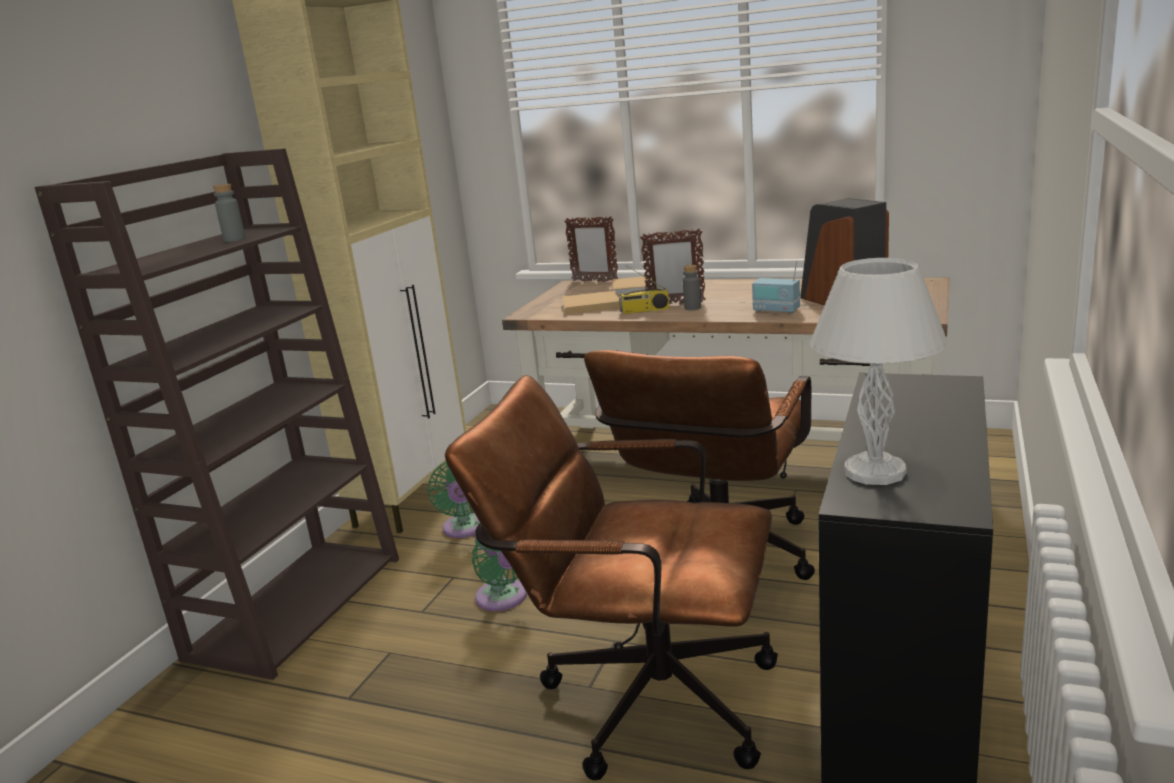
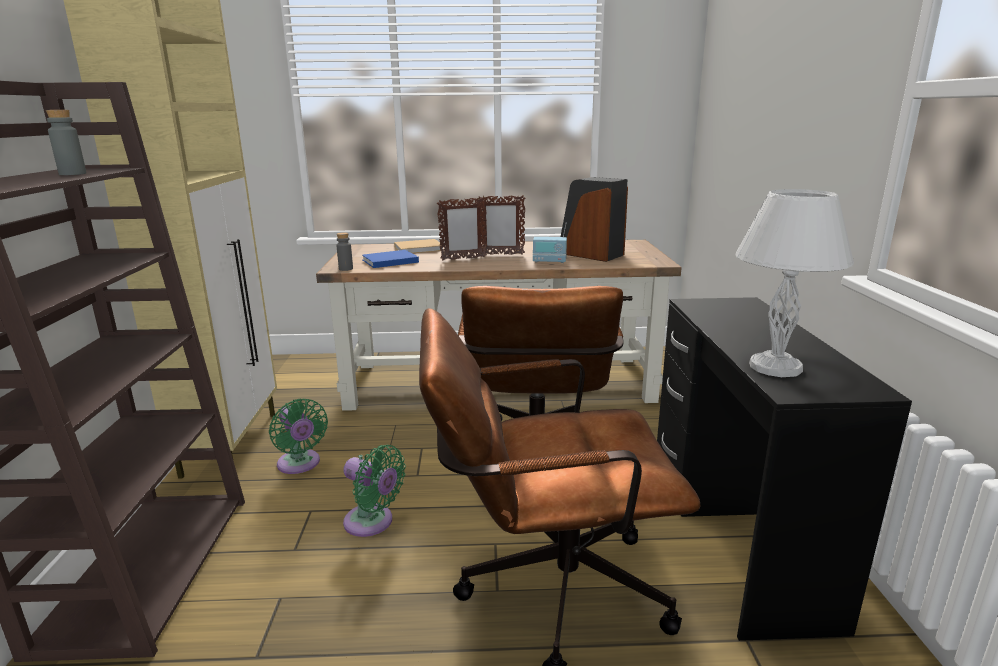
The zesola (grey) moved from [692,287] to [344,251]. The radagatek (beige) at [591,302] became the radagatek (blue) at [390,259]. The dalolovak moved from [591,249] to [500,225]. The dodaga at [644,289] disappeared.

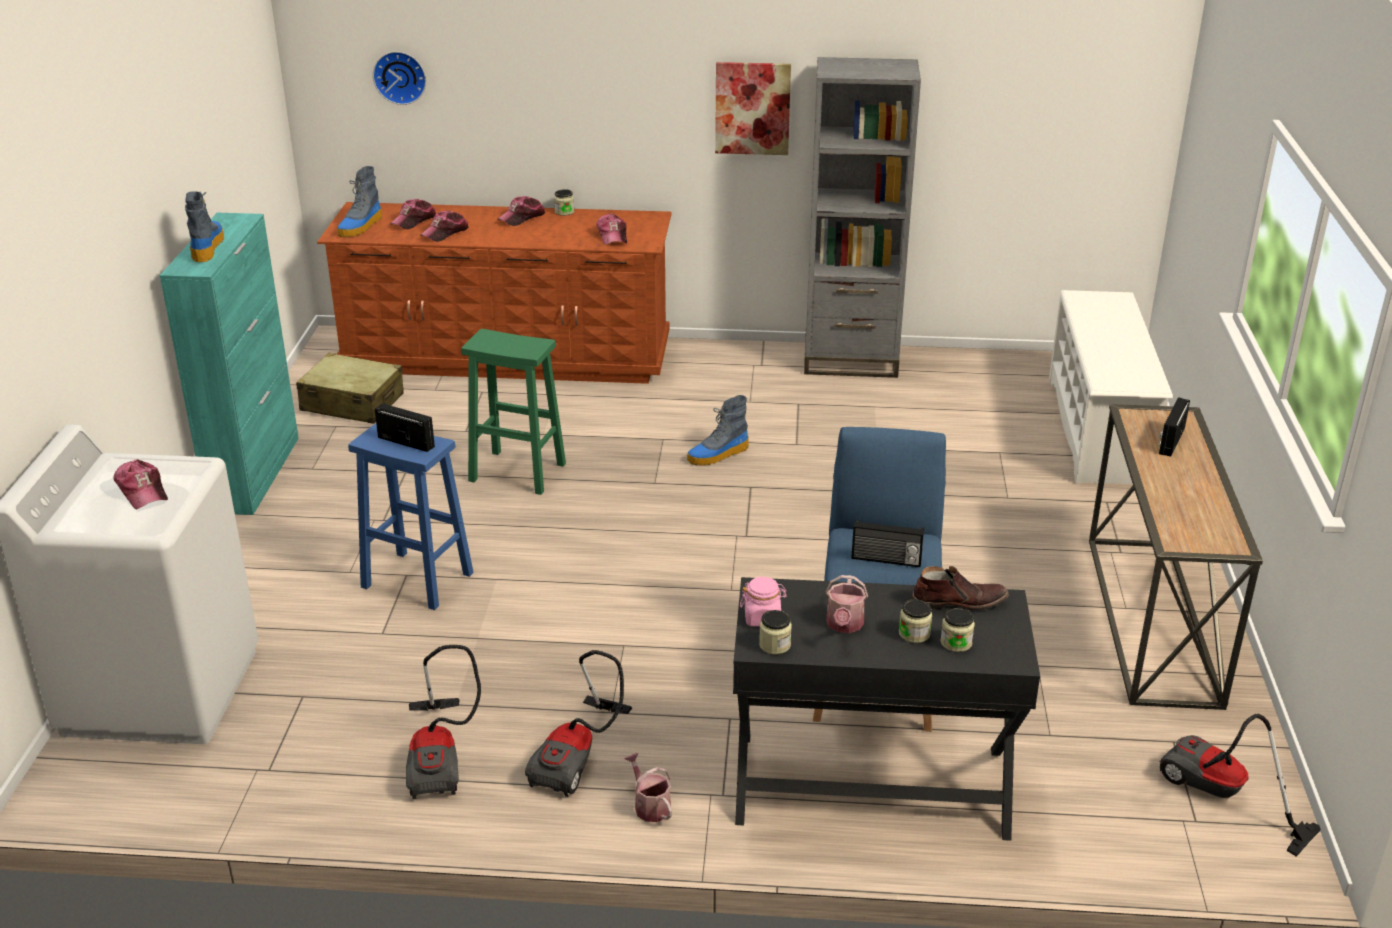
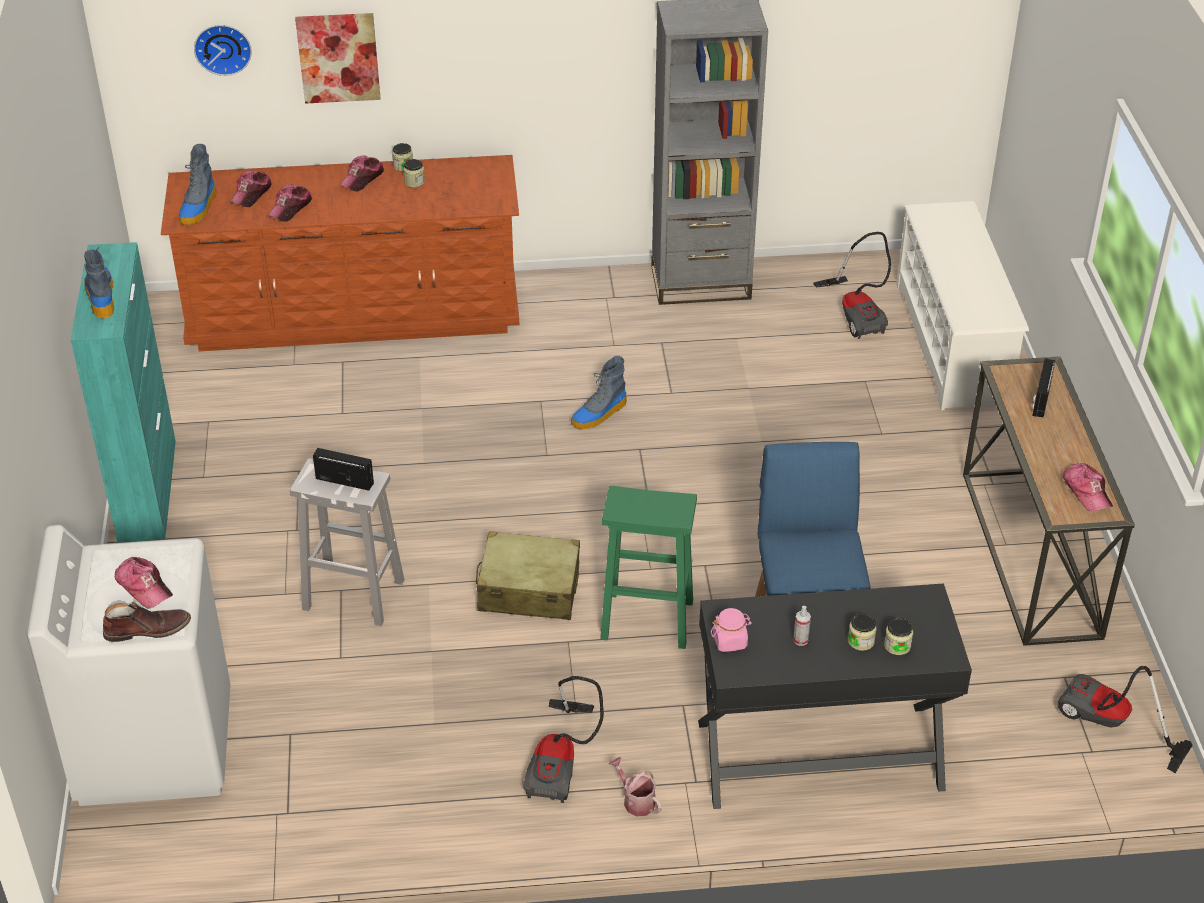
The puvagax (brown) moved from [960,588] to [147,622]. The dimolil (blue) at [411,516] became the dimolil (white) at [347,542]. The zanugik moved from [753,108] to [337,58]. The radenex moved from [775,632] to [414,173]. The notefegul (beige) moved from [350,388] to [528,575]. The dimolil (green) moved from [513,412] to [648,567]. The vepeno at [846,604] was replaced by the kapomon at [802,626]. The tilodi moved from [443,722] to [852,285]. The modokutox moved from [611,229] to [1088,487]. The dodaga at [887,543] disappeared.

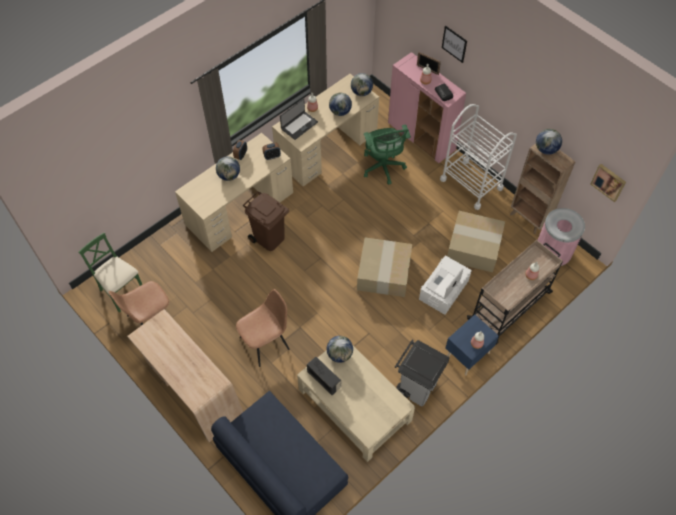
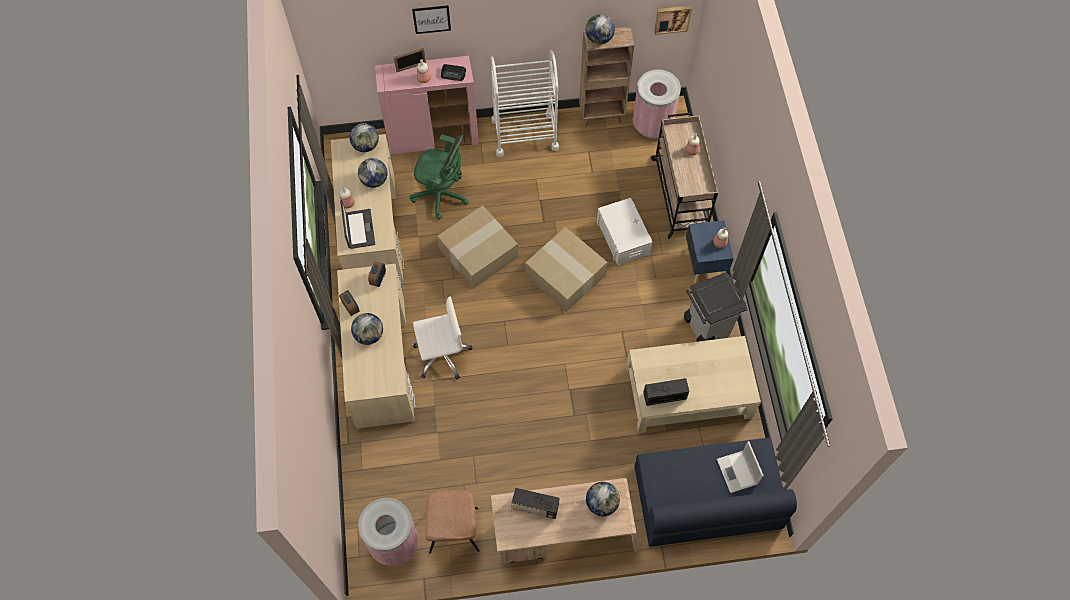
The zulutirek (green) at [110,273] was replaced by the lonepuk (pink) at [388,532]. The lonepuk (brown) at [266,221] was replaced by the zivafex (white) at [442,337]. The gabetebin moved from [476,242] to [477,247]. The dodaga at [535,503] appeared. The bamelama moved from [340,349] to [603,499]. The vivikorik moved from [444,283] to [740,467]. The zulutirek (brown) at [262,328] disappeared.

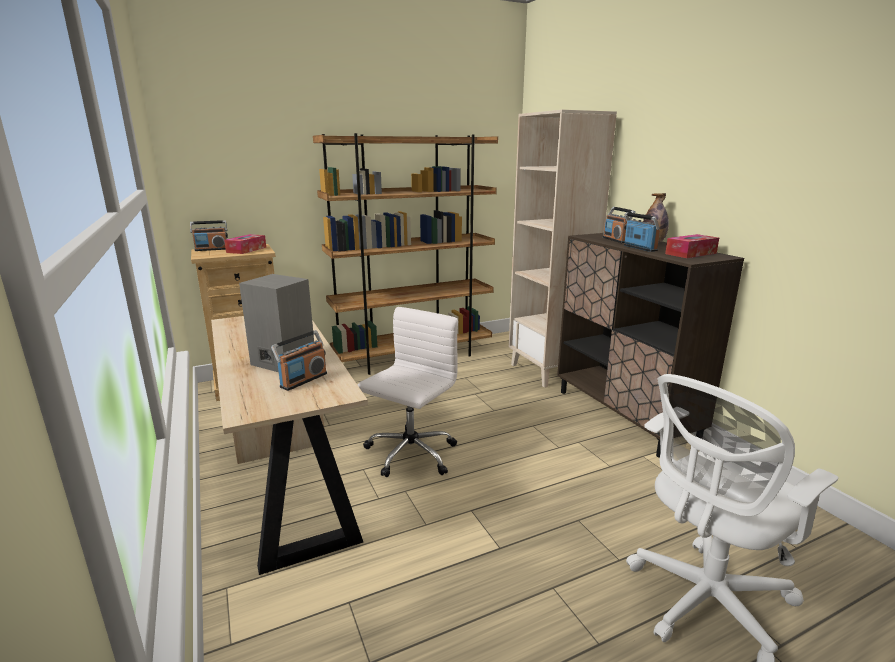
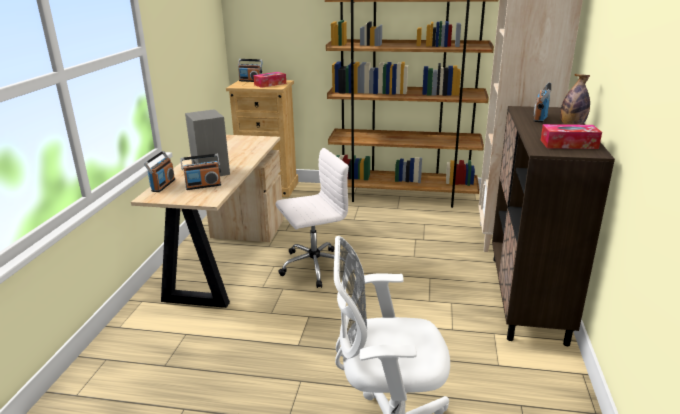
The dodaga moved from [642,232] to [159,171].

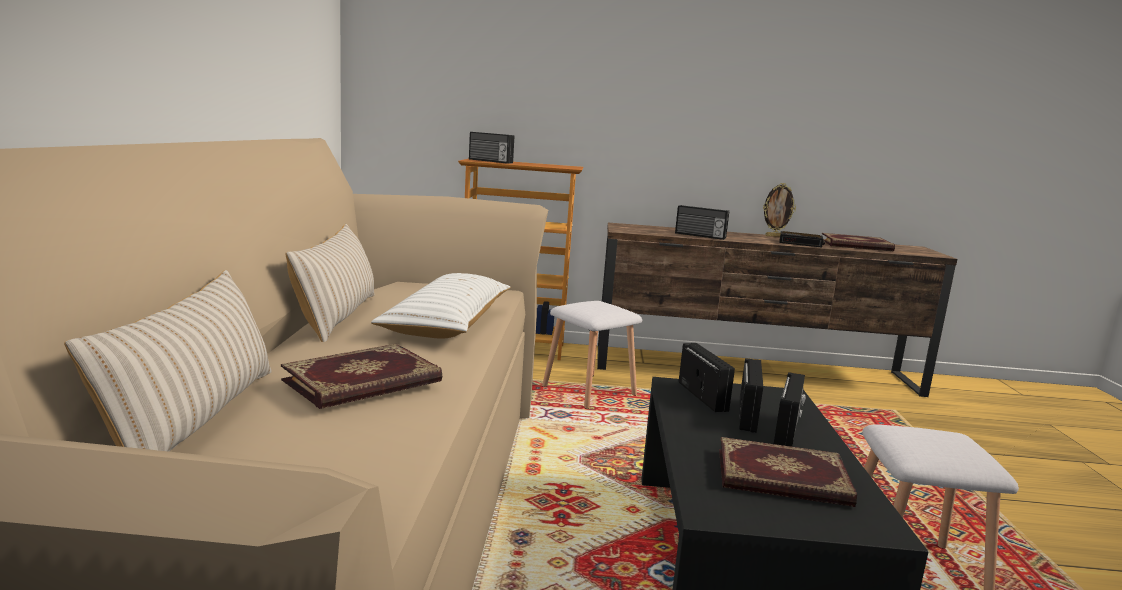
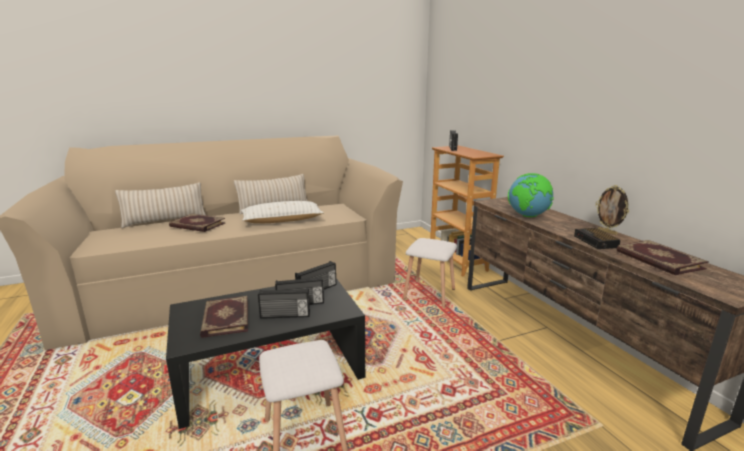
The dodaga at [702,222] was replaced by the bamelama at [531,195].

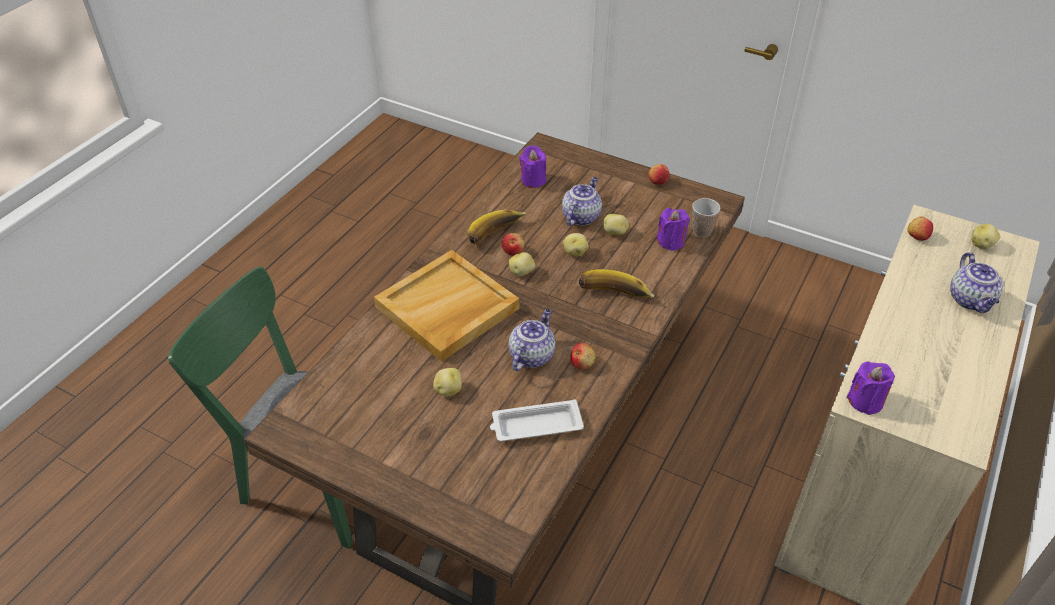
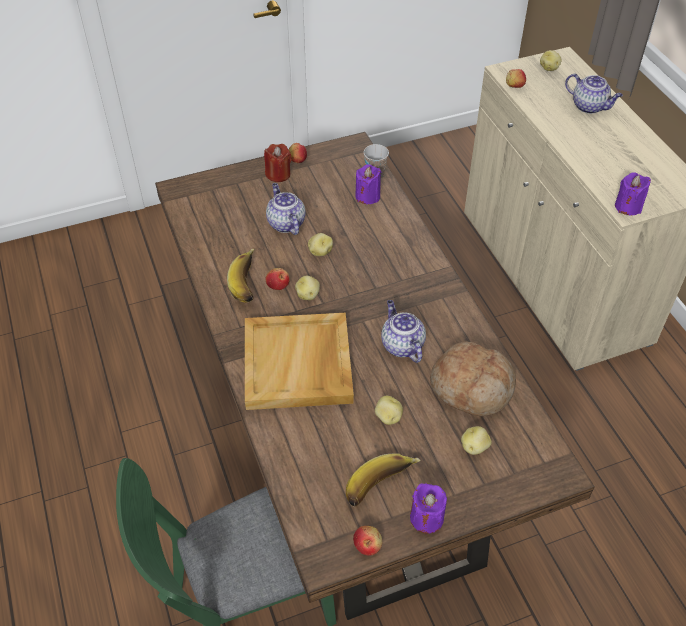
The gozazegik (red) at [278,163] appeared. The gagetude moved from [616,283] to [383,480]. The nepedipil moved from [583,356] to [367,541]. The gozazegik (purple) moved from [532,167] to [428,508]. The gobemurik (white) at [537,420] was replaced by the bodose at [473,379]. The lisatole moved from [616,224] to [476,440].

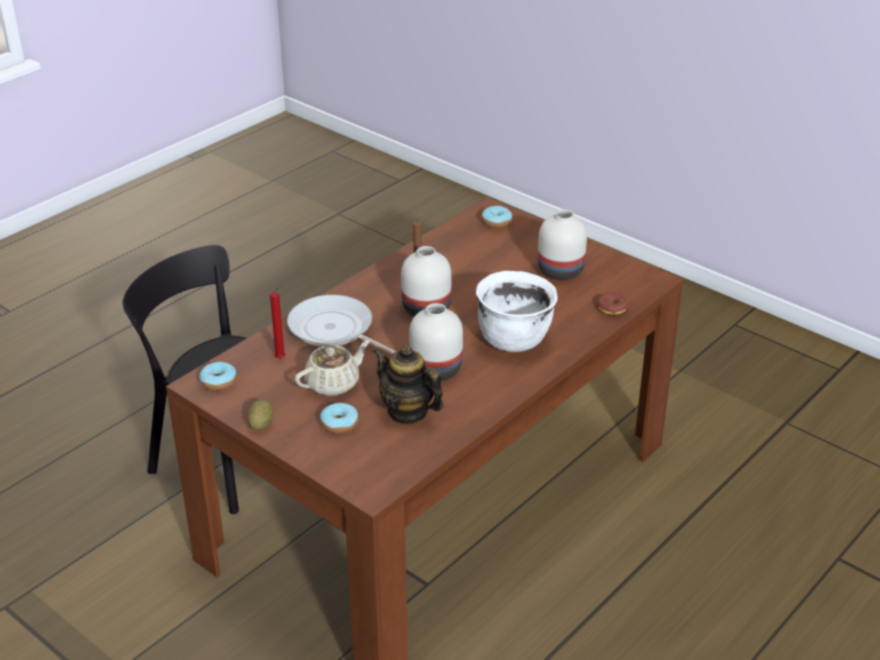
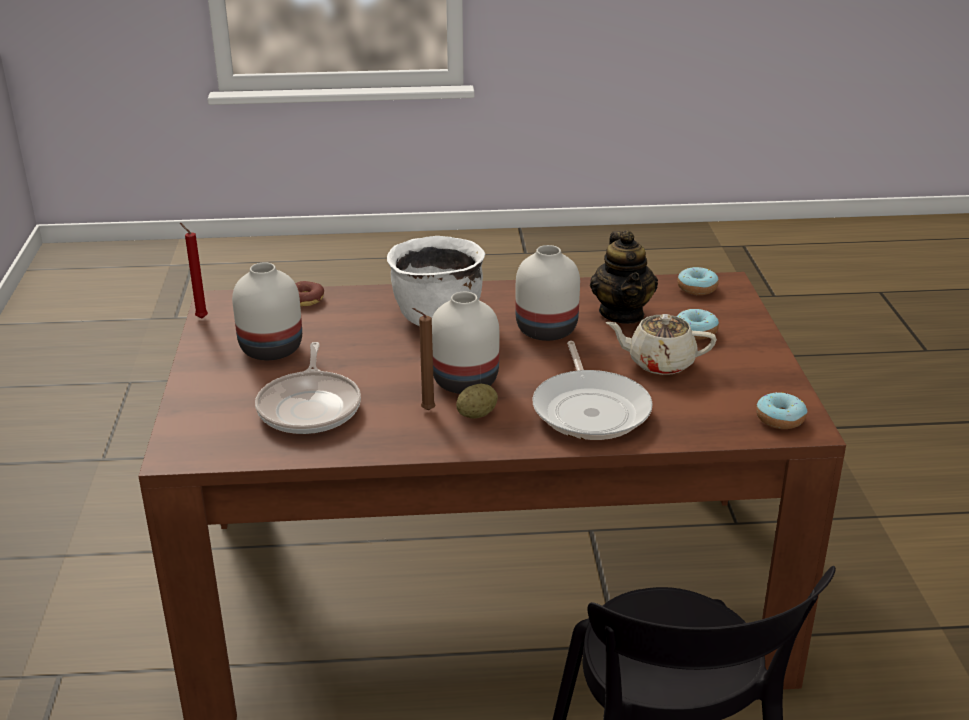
The gozazegik (red) moved from [277,322] to [194,270]. The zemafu at [308,388] appeared. The lisatole moved from [260,415] to [477,401]. The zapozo moved from [497,216] to [698,281].

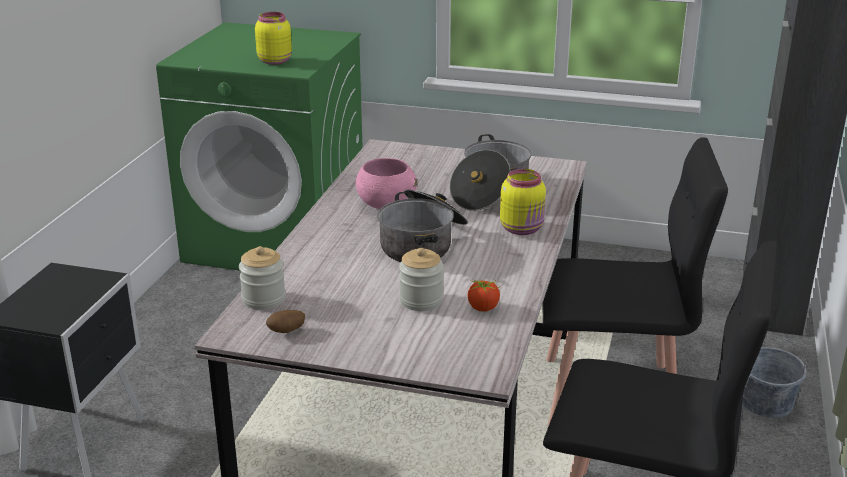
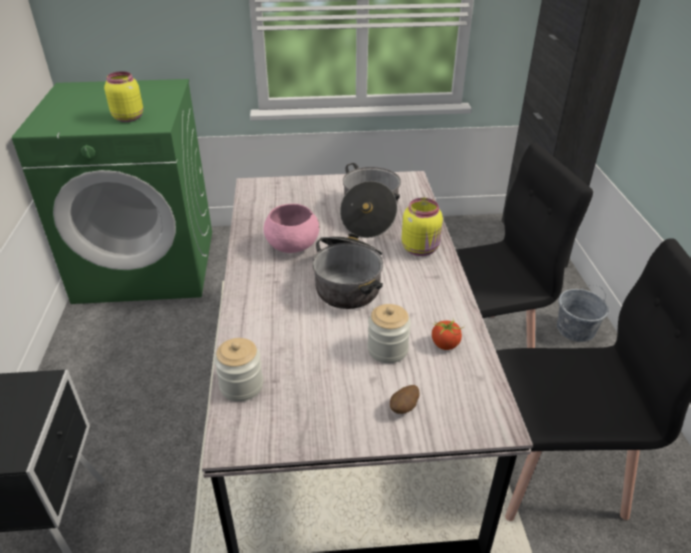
The lisatole moved from [285,321] to [405,399].

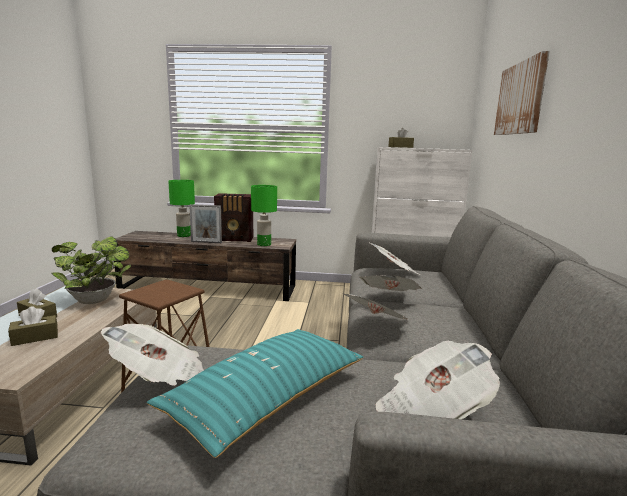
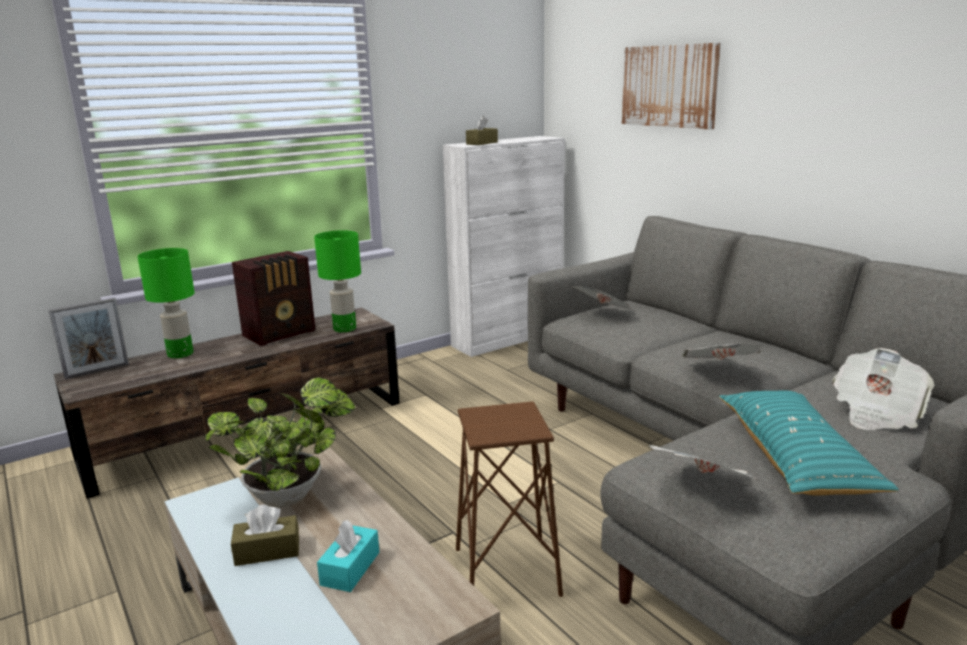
The dalolovak moved from [205,223] to [89,338]. The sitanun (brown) at [33,326] became the sitanun (turquoise) at [348,556]. The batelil at [390,283] disappeared.

